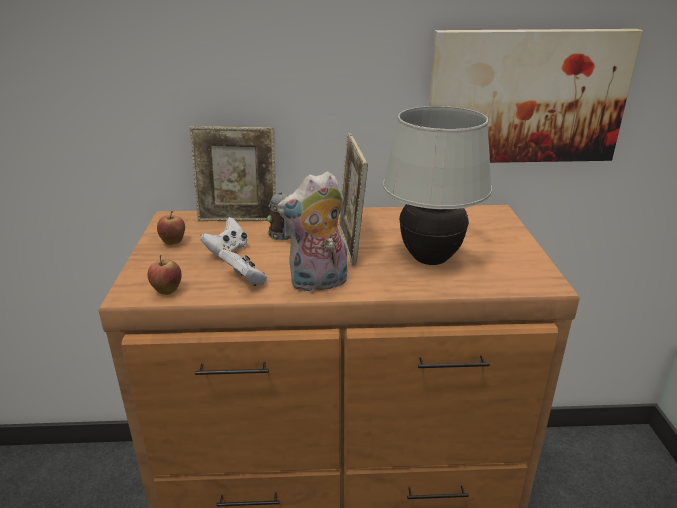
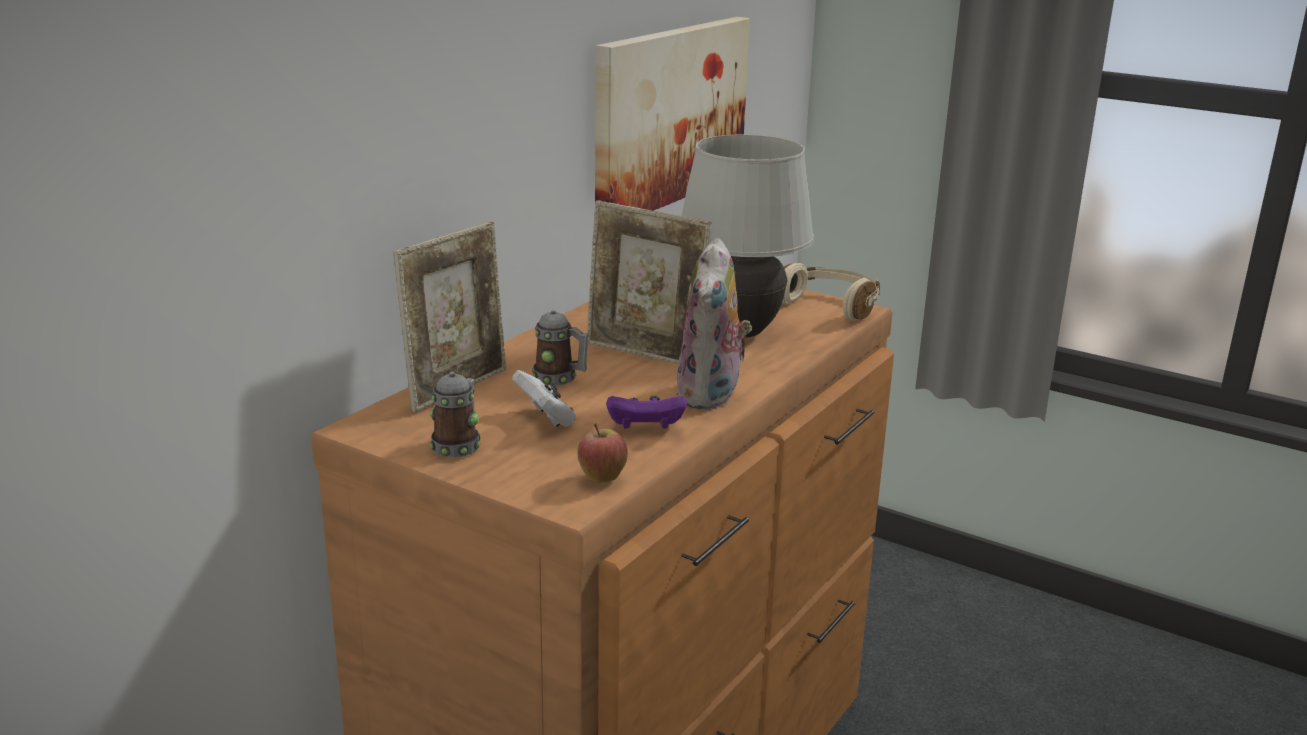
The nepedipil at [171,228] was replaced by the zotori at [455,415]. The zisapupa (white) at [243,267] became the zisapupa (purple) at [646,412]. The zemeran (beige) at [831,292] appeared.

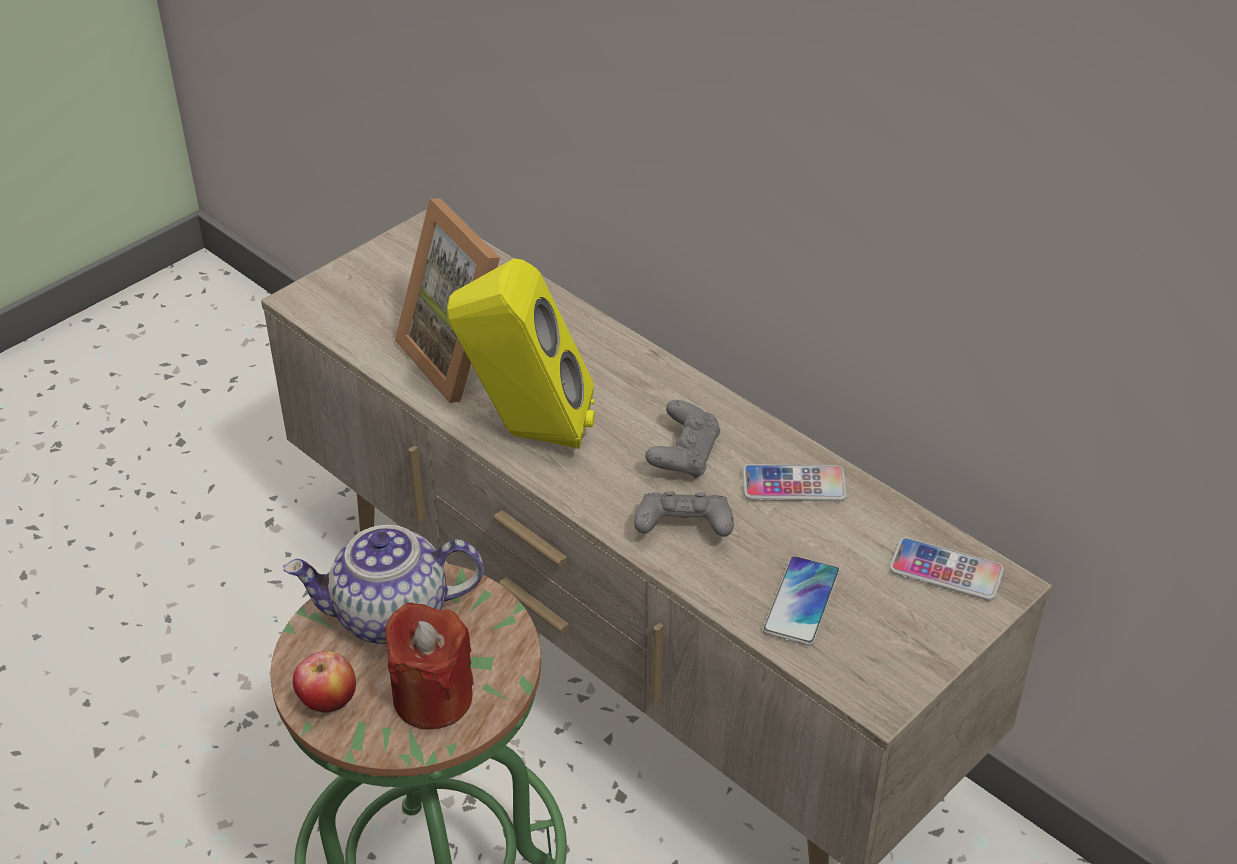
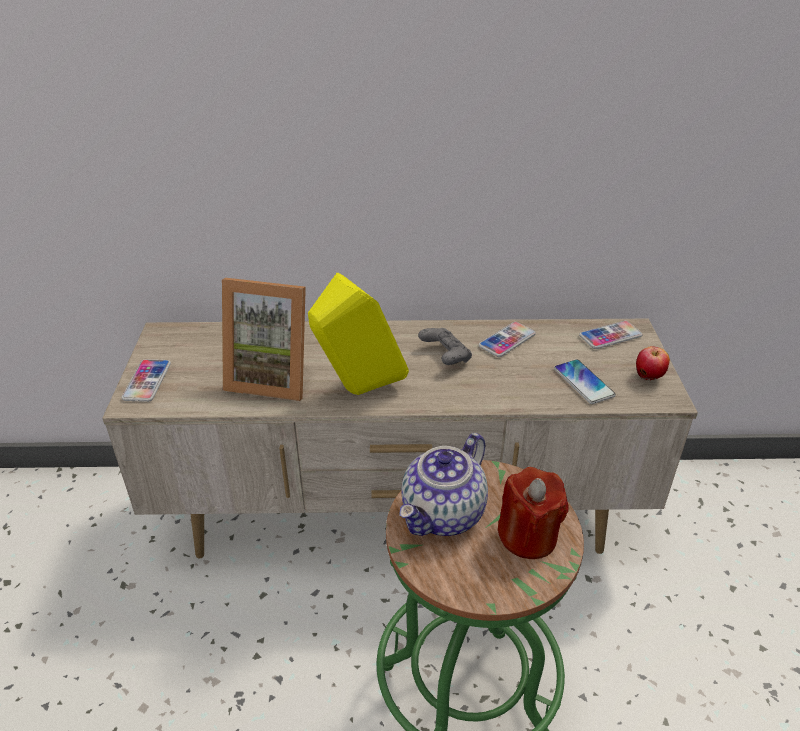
The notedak at [146,380] appeared. The nepedipil moved from [324,682] to [653,363]. The zisapupa (grey) at [684,514] disappeared.

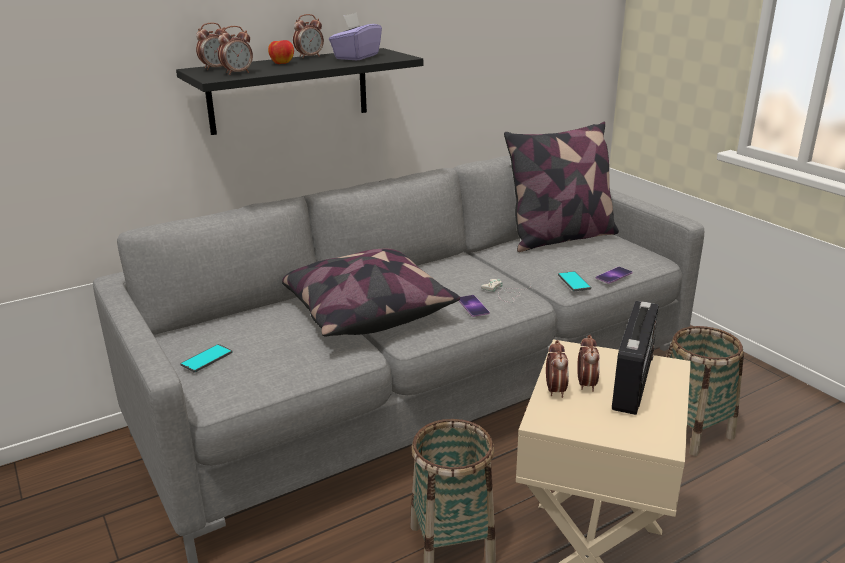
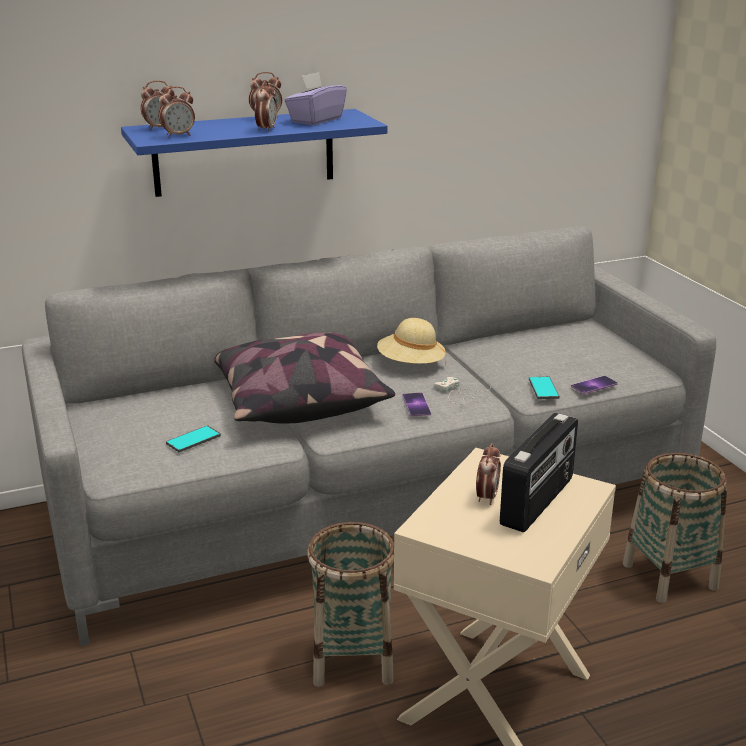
The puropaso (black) at [299,91] became the puropaso (blue) at [254,153]. The notedak moved from [206,358] to [193,438]. The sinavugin moved from [557,369] to [266,106]. The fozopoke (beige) at [411,342] appeared. The nepedipil at [281,52] disappeared. The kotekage at [561,187] disappeared.

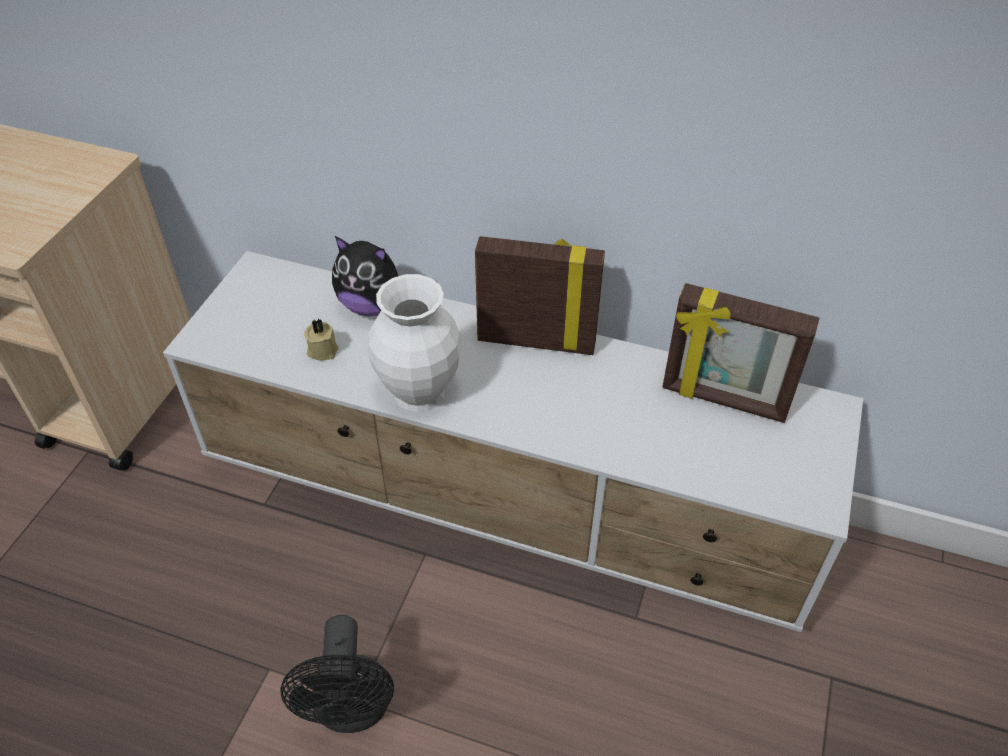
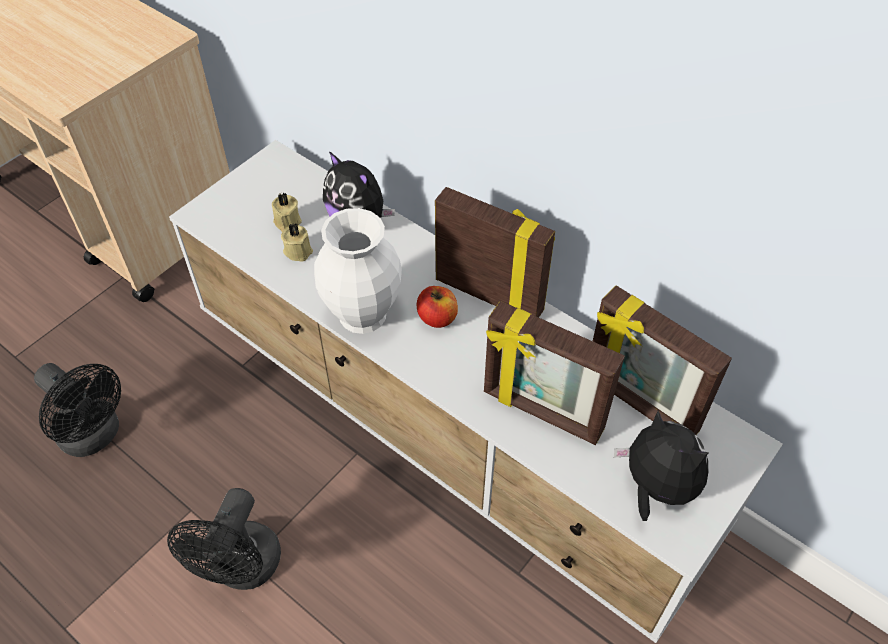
The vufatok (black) at [77,410] appeared. The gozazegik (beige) at [287,212] appeared. The nepedipil at [437,307] appeared. The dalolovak at [554,373] appeared. The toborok at [661,466] appeared.

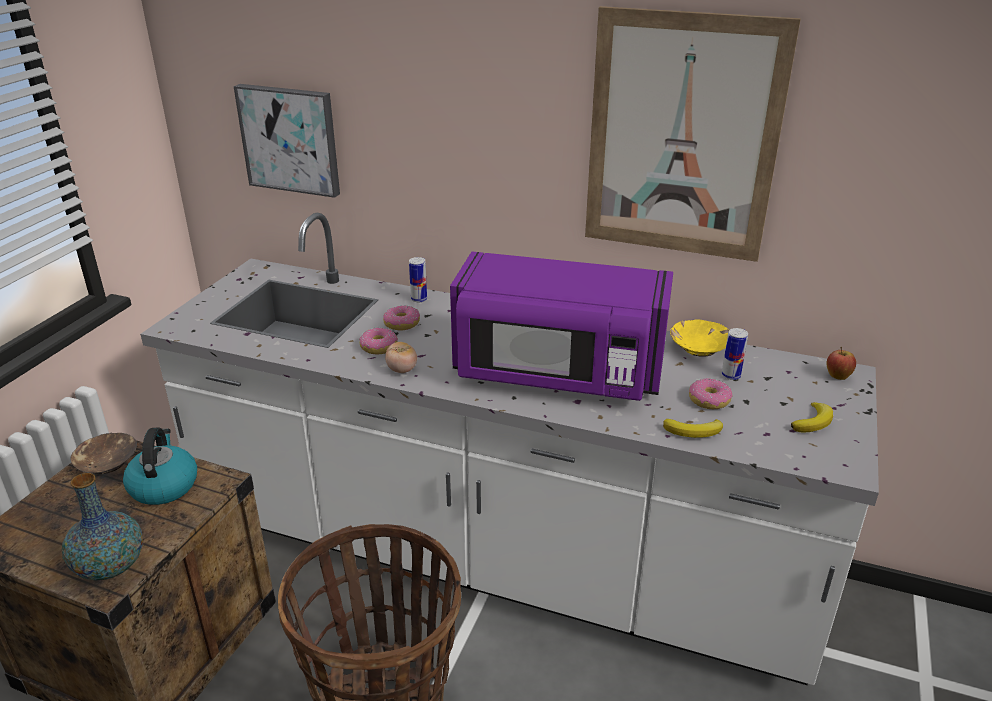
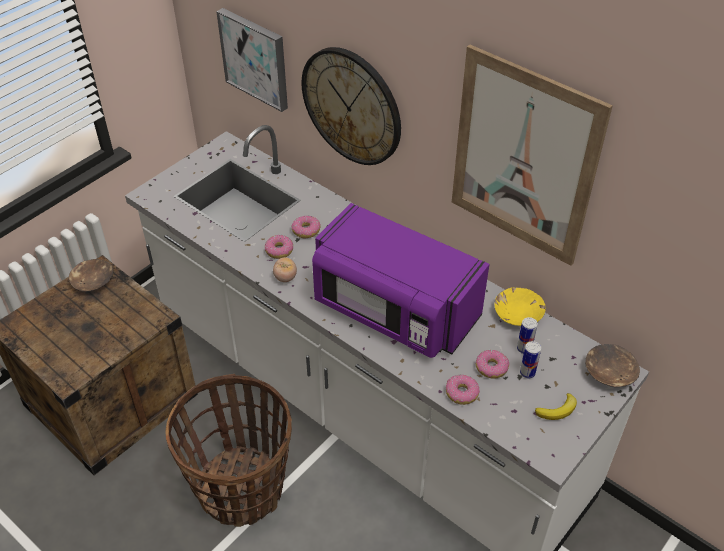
The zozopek at [351,106] appeared. The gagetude at [693,428] was replaced by the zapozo at [463,390]. The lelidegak moved from [418,279] to [530,359]. The nepedipil at [841,363] was replaced by the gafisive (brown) at [612,365]. The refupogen at [102,526] disappeared. The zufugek at [160,466] disappeared.

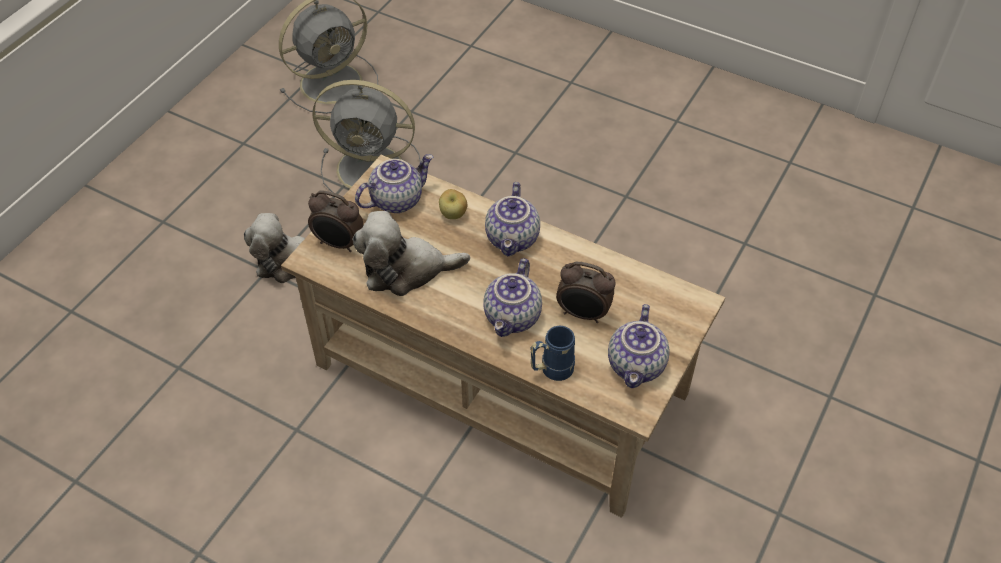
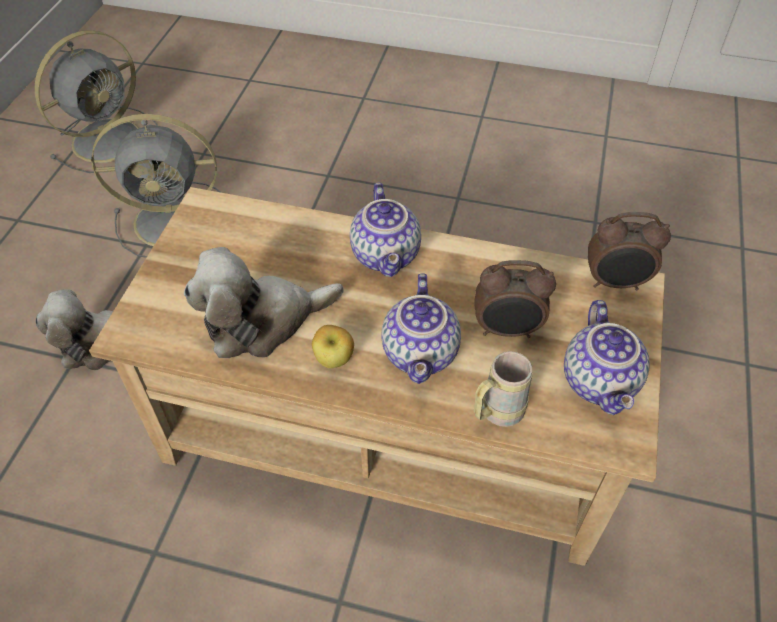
The nepedipil moved from [453,204] to [333,346]. The zotori (blue) at [552,353] became the zotori (beige) at [503,389]. The sinavugin moved from [336,221] to [629,251]. The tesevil at [394,183] disappeared.

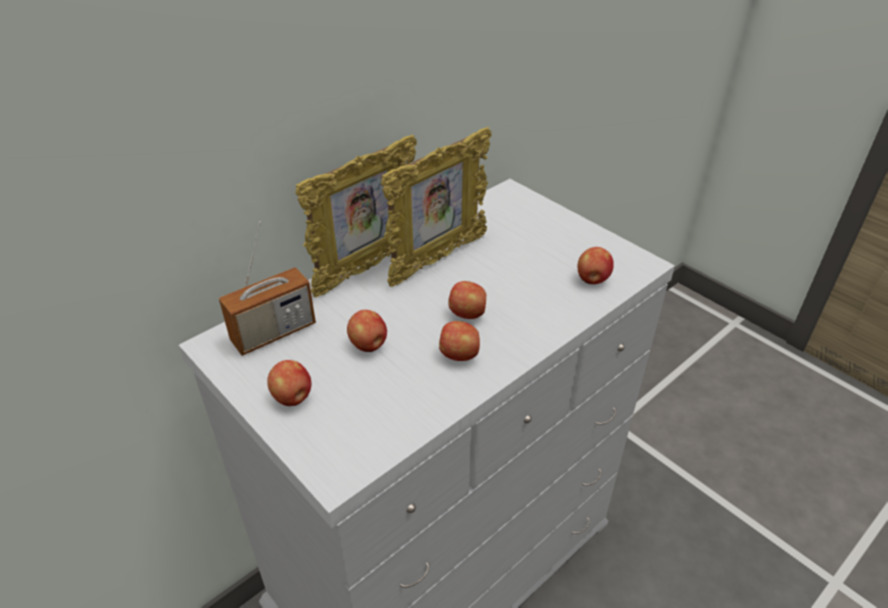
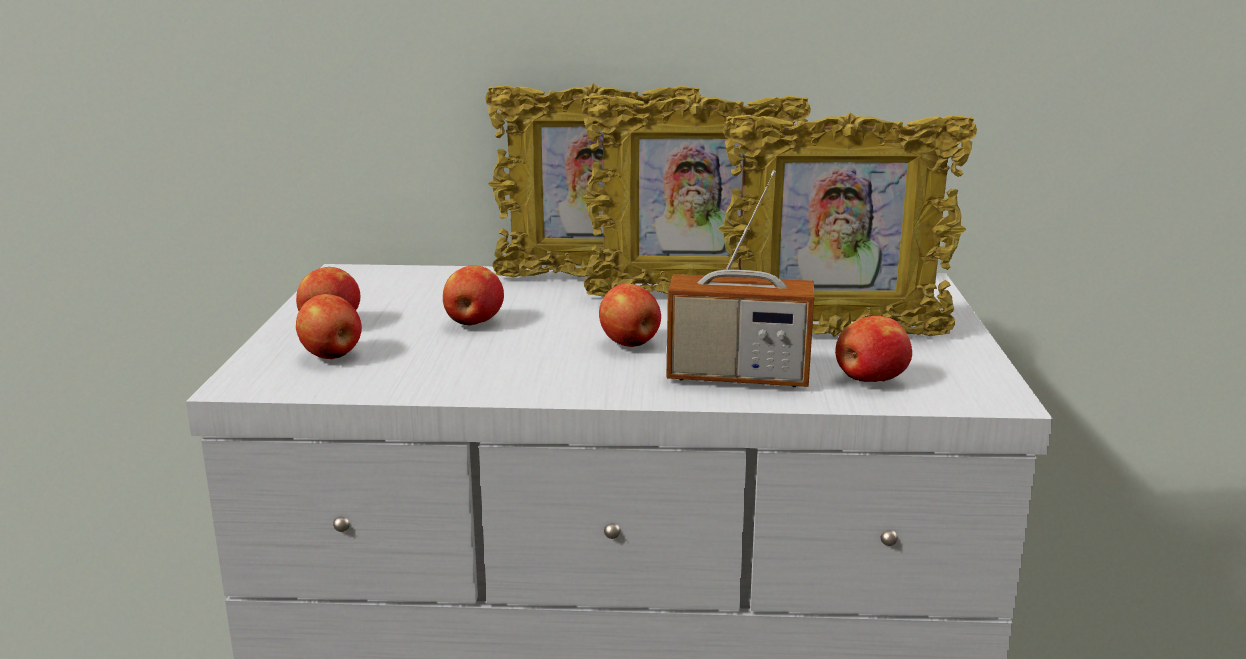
The nepedipil moved from [459,341] to [329,326]. The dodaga moved from [267,288] to [740,278]. The dalolovak at [847,224] appeared.

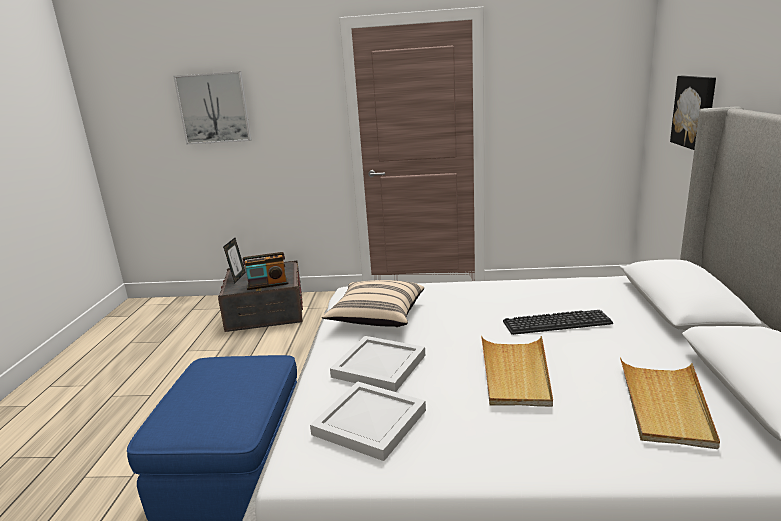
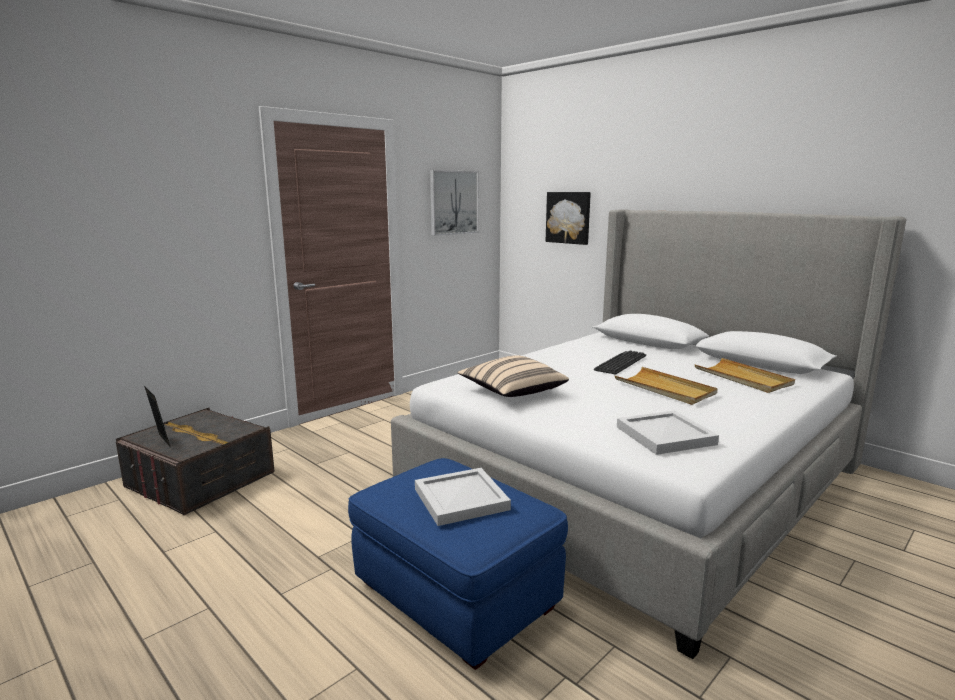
The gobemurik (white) moved from [377,364] to [463,497]. The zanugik moved from [212,107] to [454,203]. The dodaga at [266,271] disappeared.

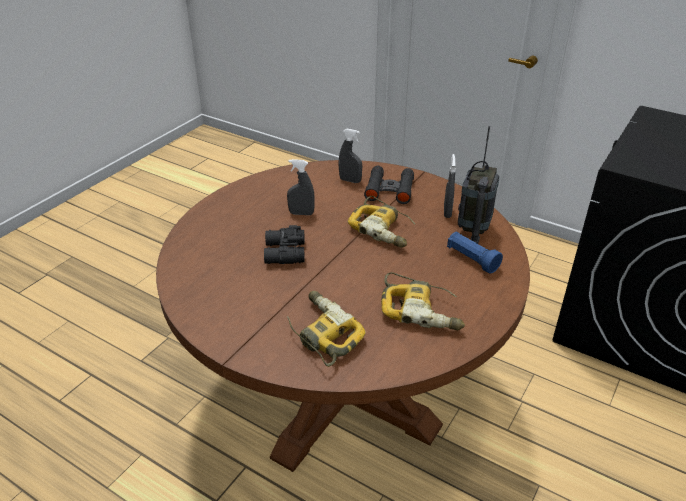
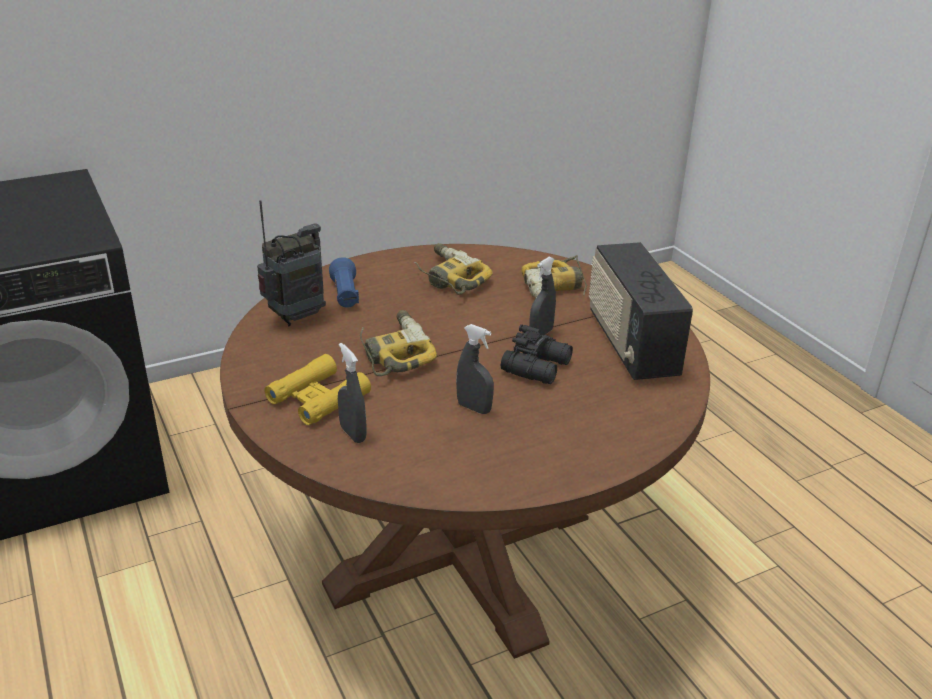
The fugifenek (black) at [389,185] became the fugifenek (yellow) at [317,389]. The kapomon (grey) moved from [450,186] to [542,296]. The dodaga at [641,311] appeared.

